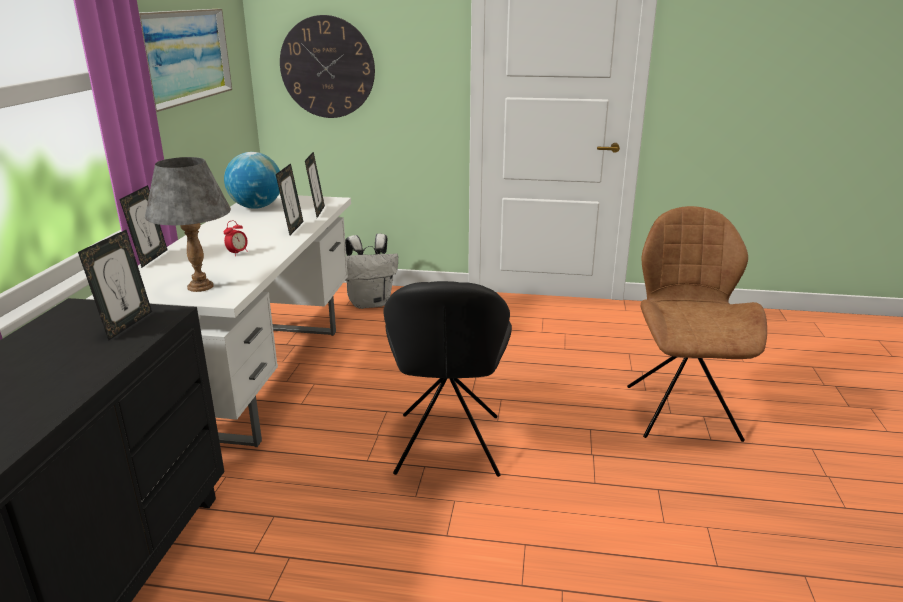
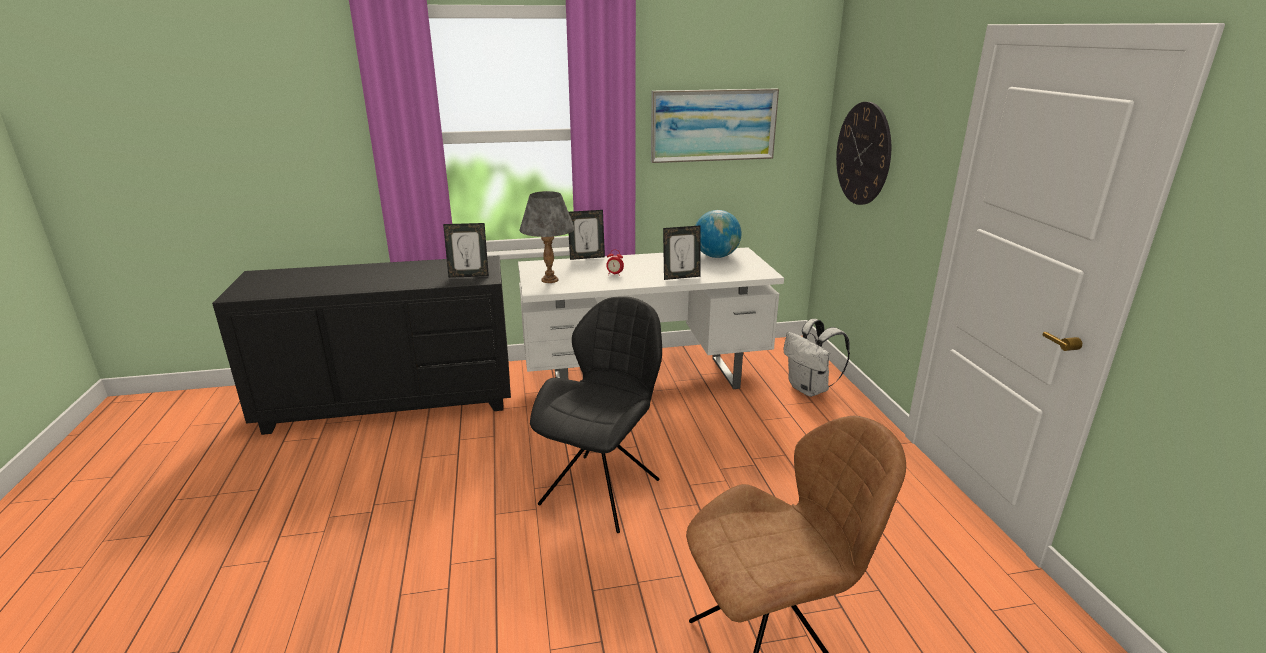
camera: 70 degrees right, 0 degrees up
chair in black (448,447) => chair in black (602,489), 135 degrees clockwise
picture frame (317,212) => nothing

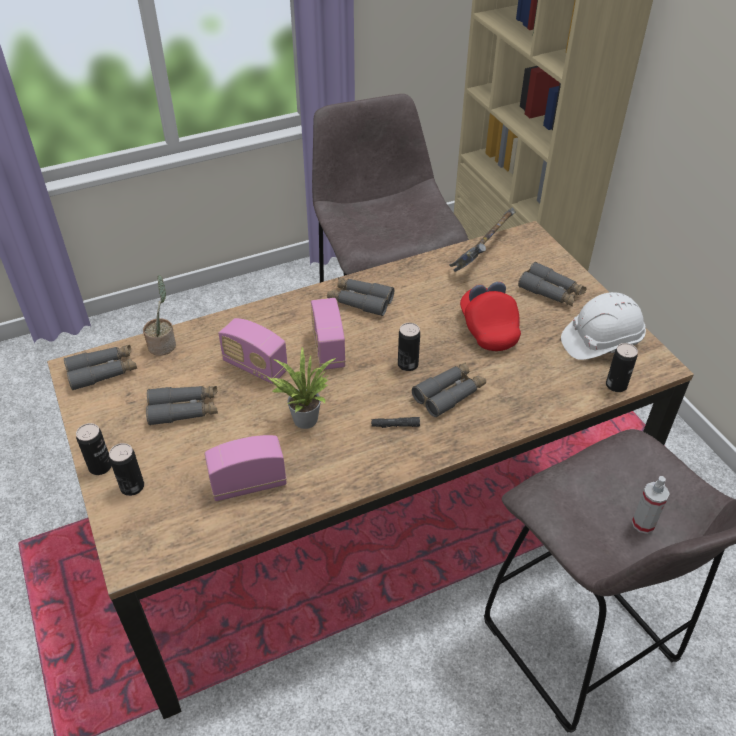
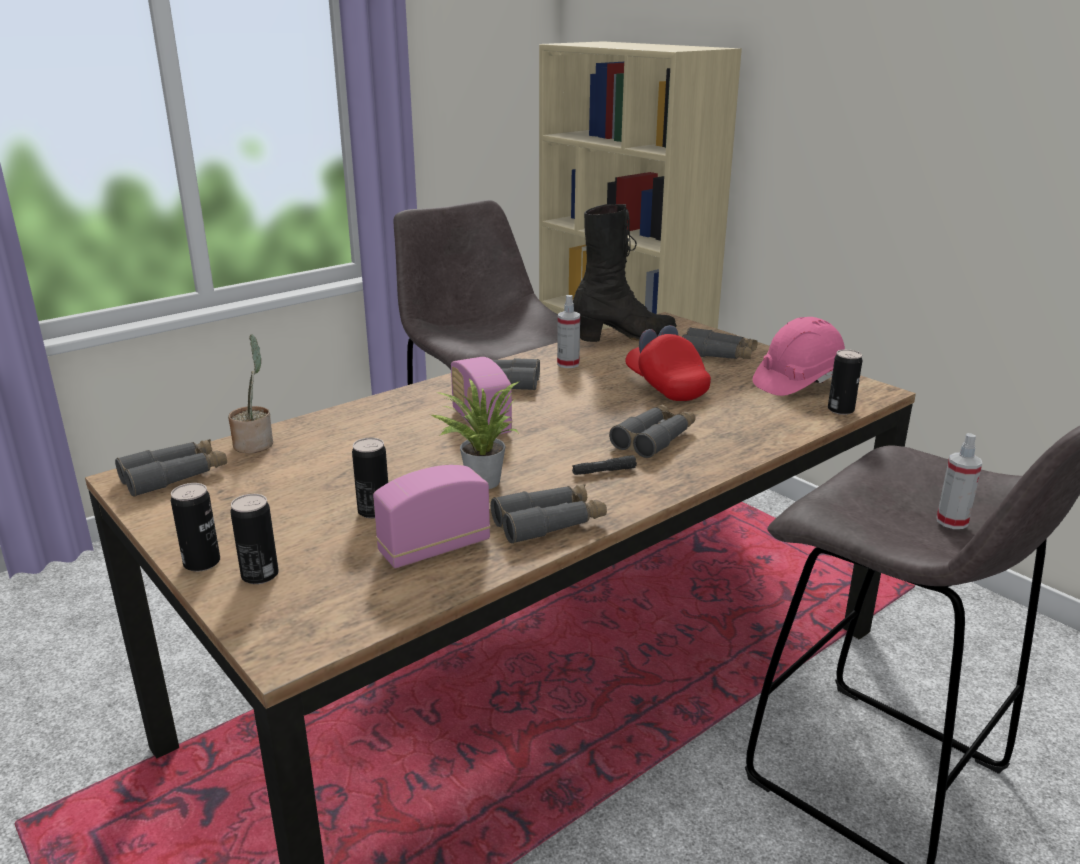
camera: 15 degrees left, 20 degrees down
can (408,364) => can (374,511), moved
binoculars in grey (184,410) => binoculars in grey (549,523), moved
nothing => spray bottle (568,364)
hammer (484,256) => boot in black (625,338)
hard hat in white (601,341) => hard hat in pink (798,381)
radio (255,367) => nothing

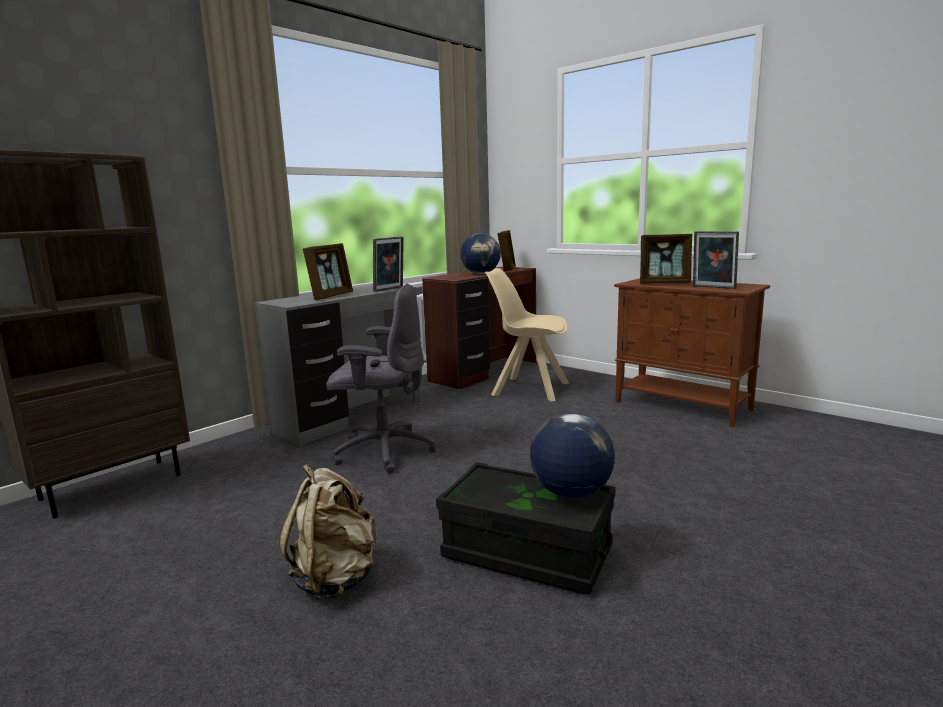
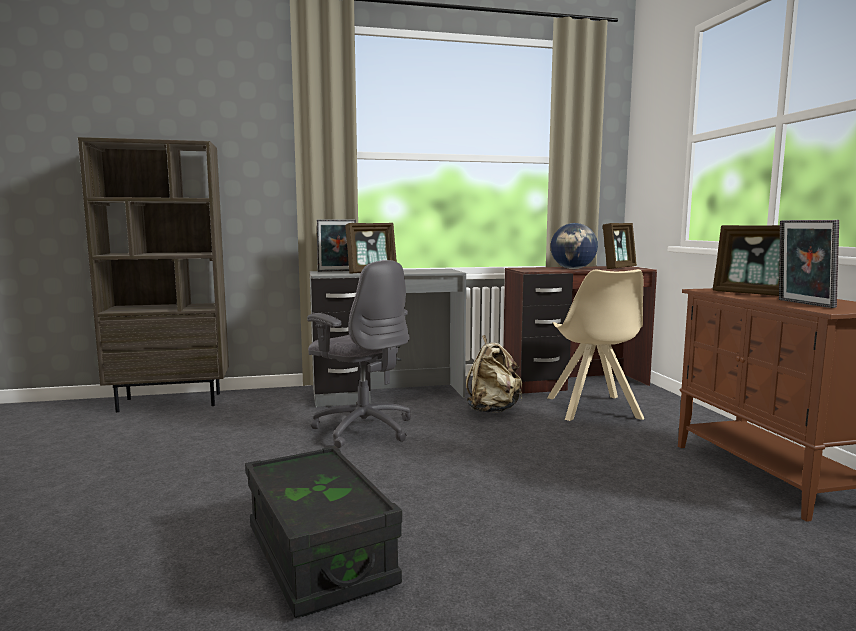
camera: 35 degrees right, 5 degrees down
picture frame (390,289) => picture frame (337,271), moved
backpack in beige (336,578) => backpack in beige (492,410), moved
chair in beige (528,389) => chair in beige (593,409), 150 degrees counterclockwise
globe (570,493) => nothing

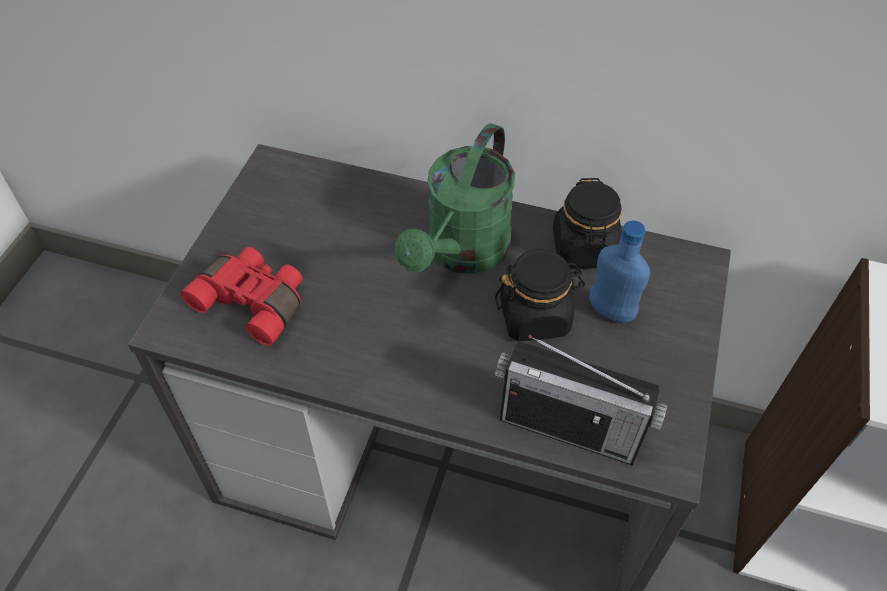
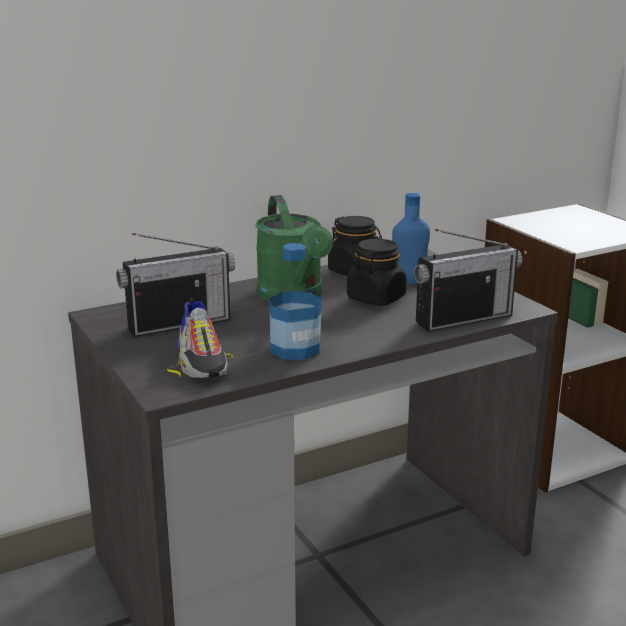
camera: 45 degrees left, 30 degrees down
nothing => radio (179,323)
binoculars in red (254,301) => shoe (201,359)
nothing => bottle (295,349)

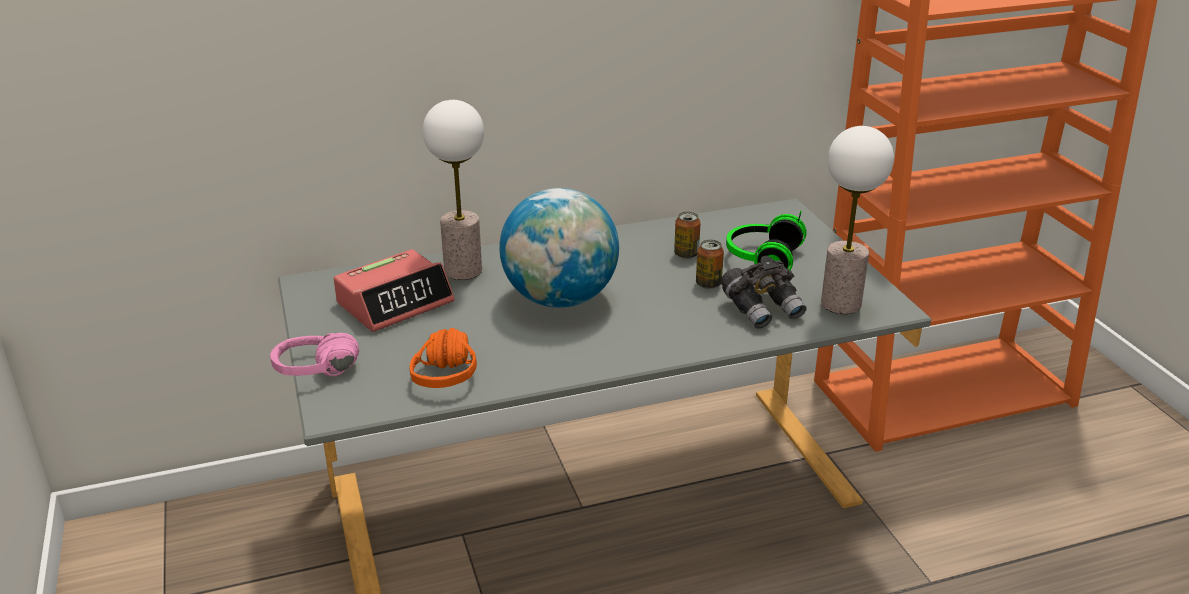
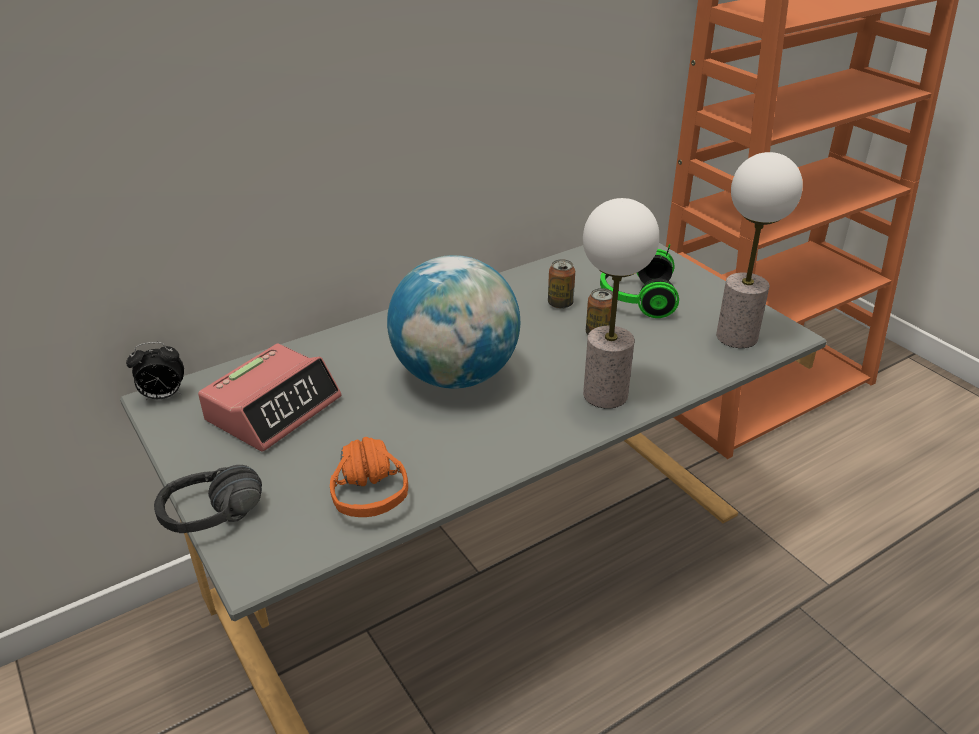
camera: 15 degrees left, 5 degrees up
nothing => alarm clock (163,396)
headphones in pink (317,377) => headphones in black (216,524)
table lamp (463,270) => table lamp (605,394), moved
binoculars in grey (762,309) => nothing

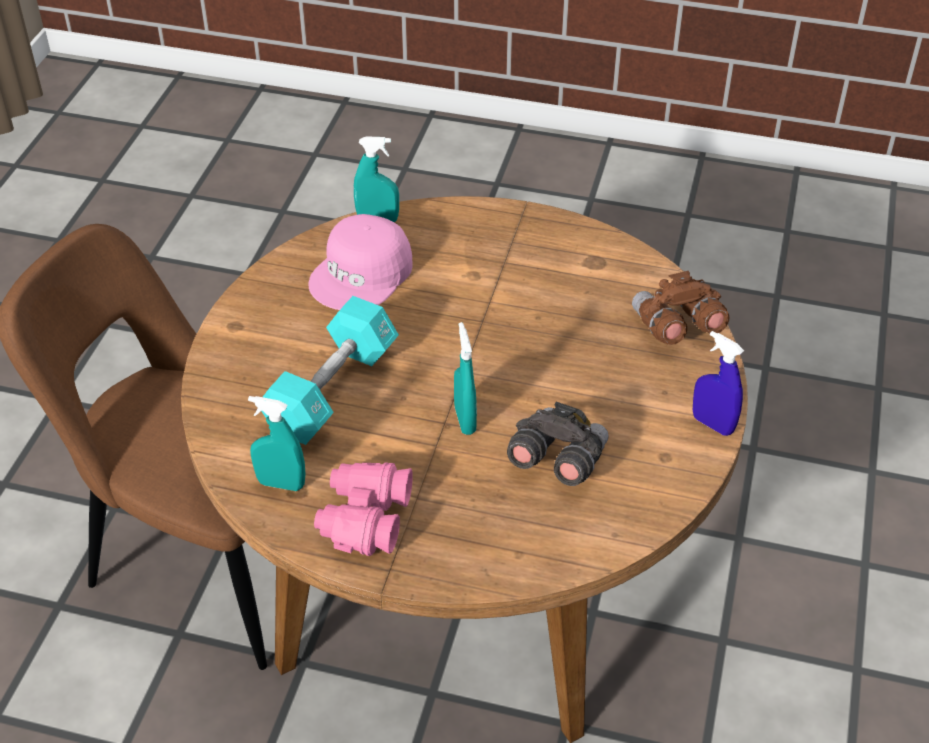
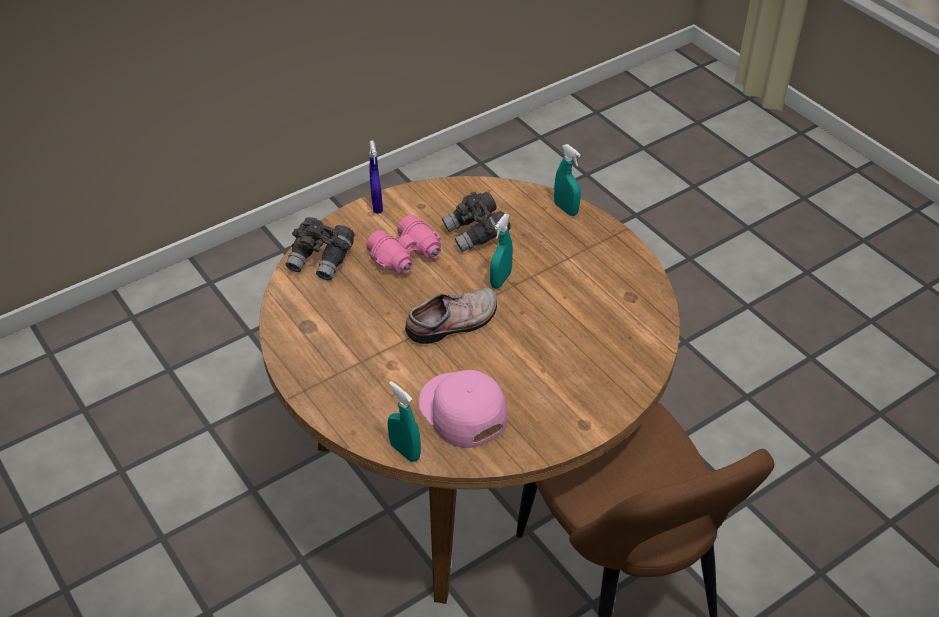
camera: 140 degrees left, 0 degrees up
binoculars in brown (676,327) => binoculars in grey (321,260)
binoculars in pink (364,518) => binoculars in pink (407,256), moved
nothing => shoe (454,323)
cap in pink (363,274) => cap in pink (461,411), 105 degrees counterclockwise
spray bottle in turquoise (281,484) => spray bottle in turquoise (566,209), moved
dumbbell in turquoise (331,390) => nothing

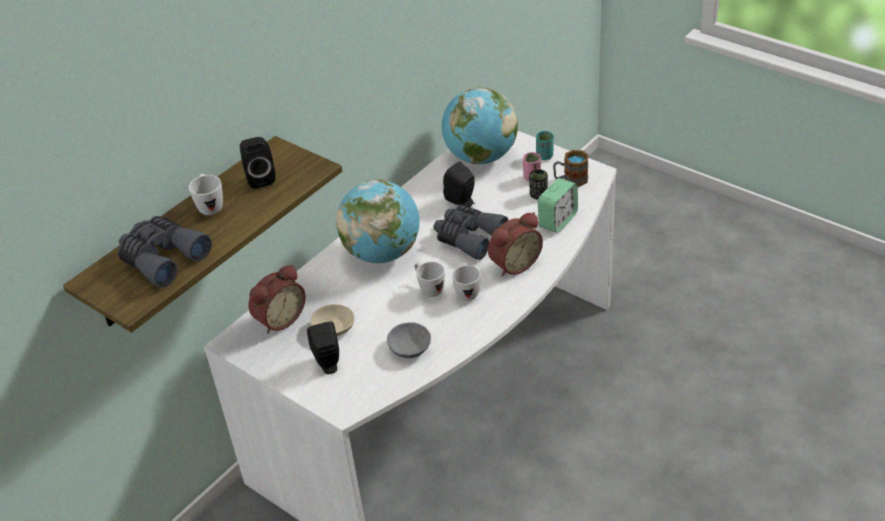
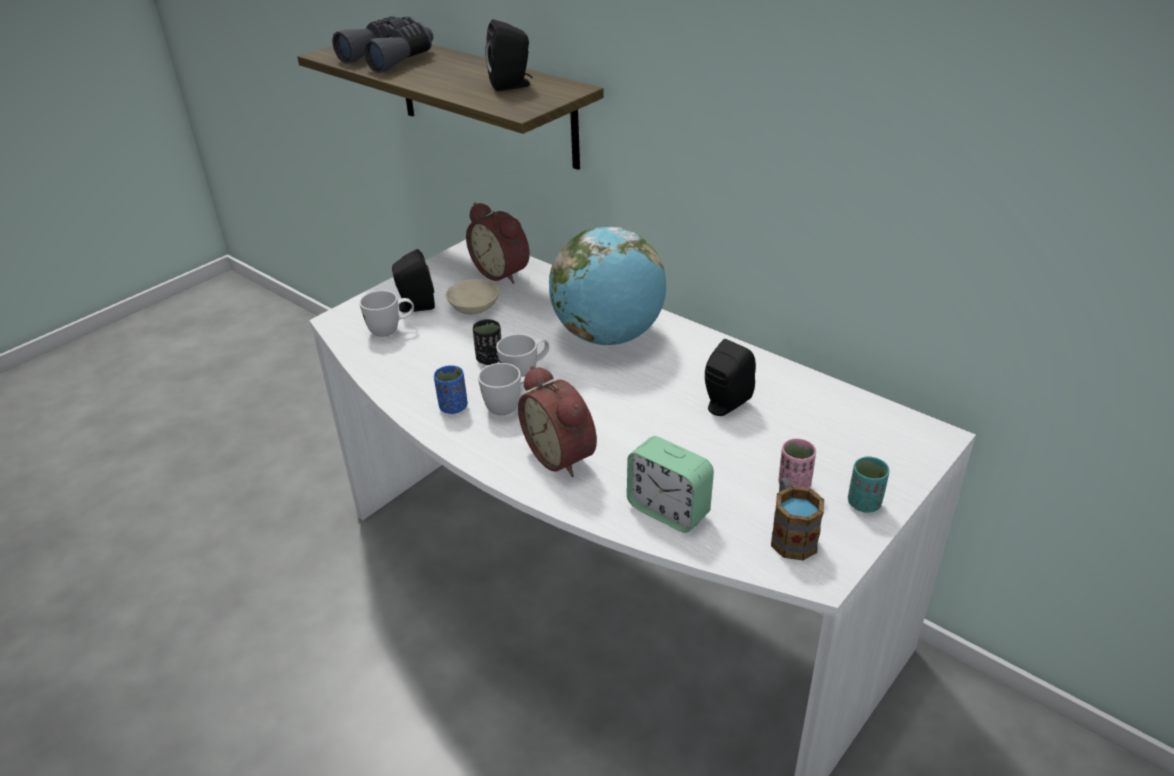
camera: 90 degrees right, 5 degrees down
mug in white (210,206) => mug in white (391,330), moved
nothing => cup in blue (453,407)
cup in black (538,195) => cup in black (489,359), moved
bowl in grey (408,348) => nothing
binoculars in grey (468,237) => nothing
globe (480,157) => nothing

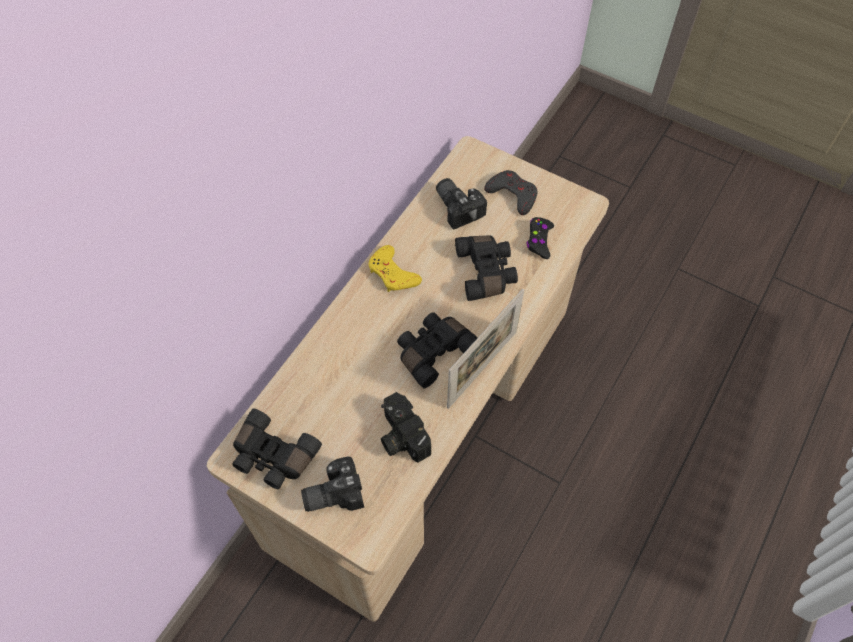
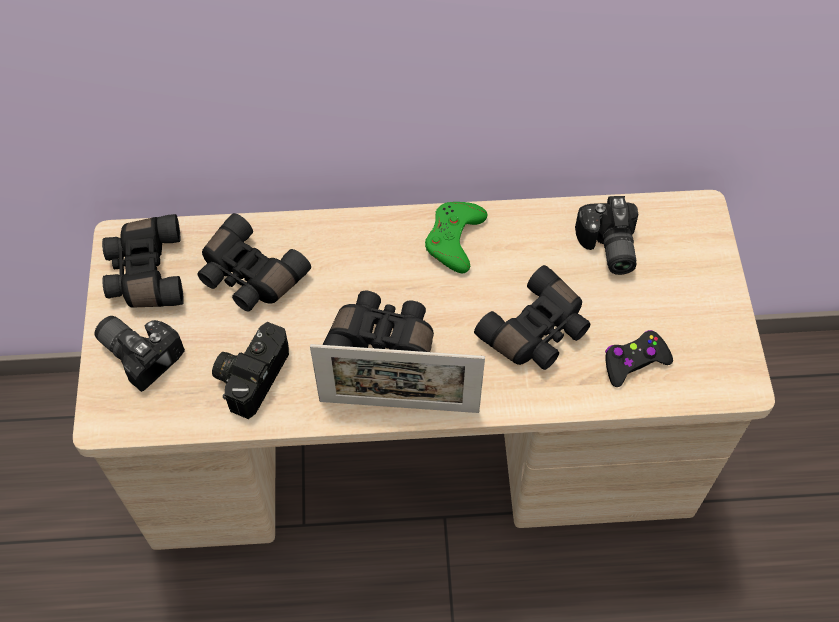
camera: 55 degrees right, 0 degrees up
nothing => binoculars in black (249,276)
game controller in yellow (393,273) => game controller in green (454,239)
photo camera (459,206) => photo camera (607,248), 150 degrees clockwise
game controller in grey (512,194) => nothing

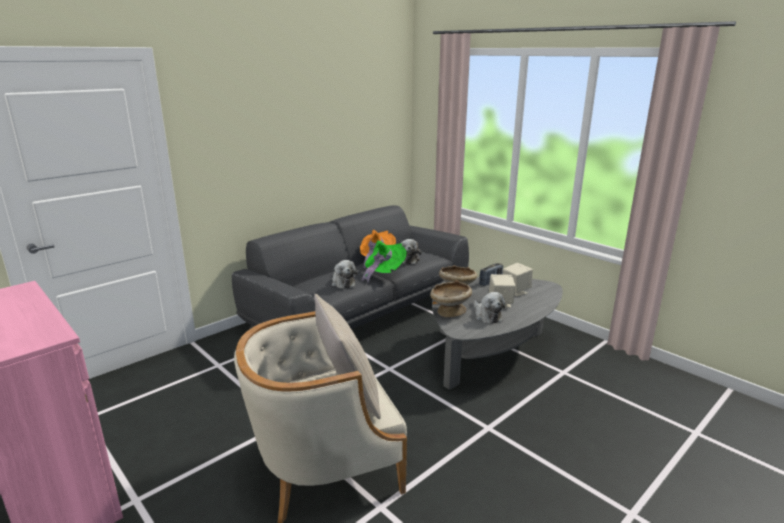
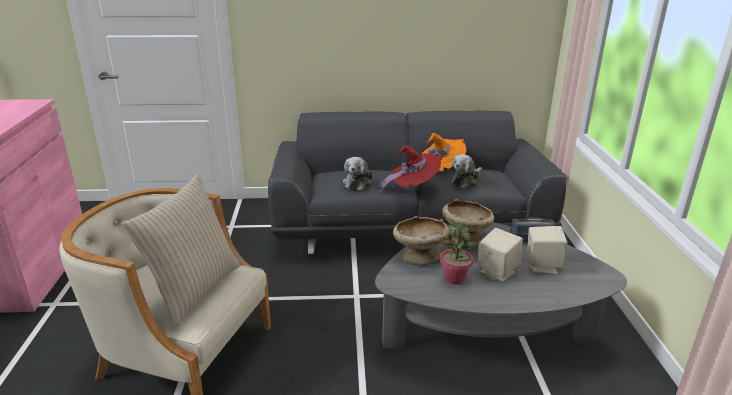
camera: 40 degrees right, 5 degrees up
hat in green (383,273) => hat in red (413,187)
plush toy (487,316) => potted plant (454,279)

